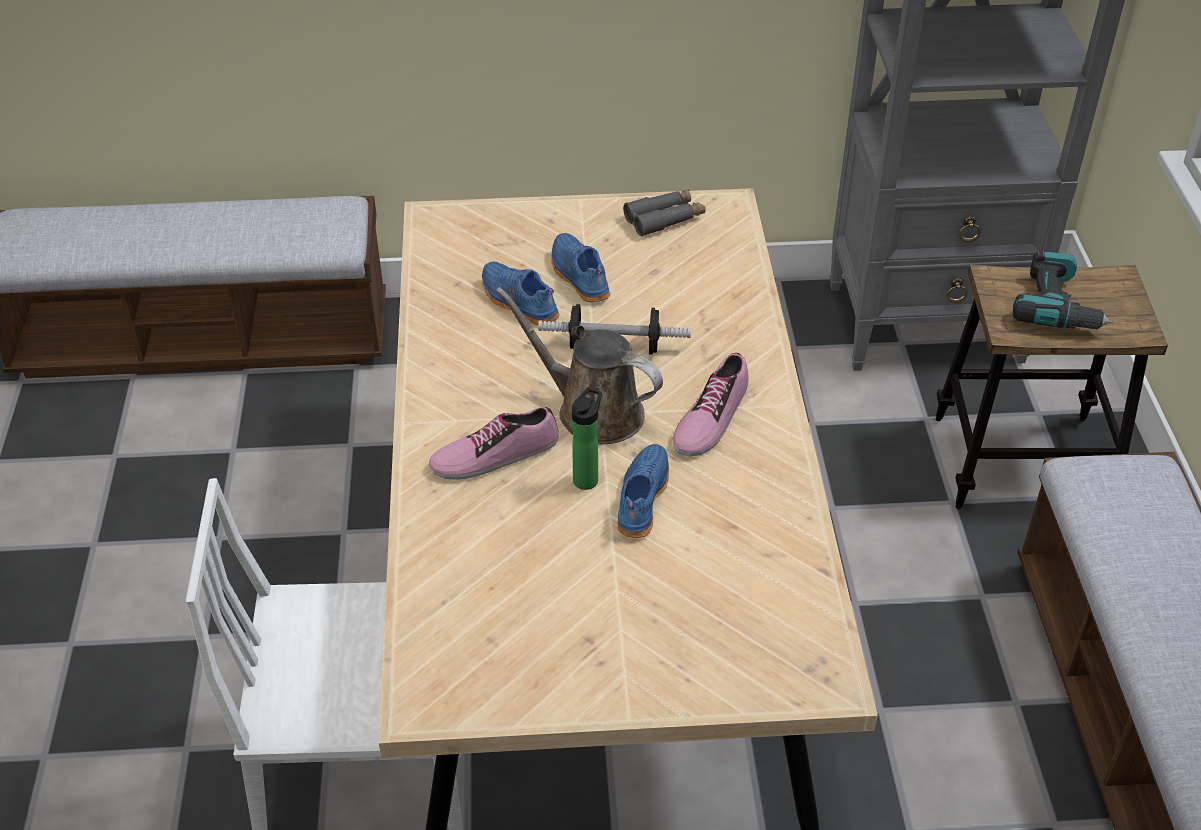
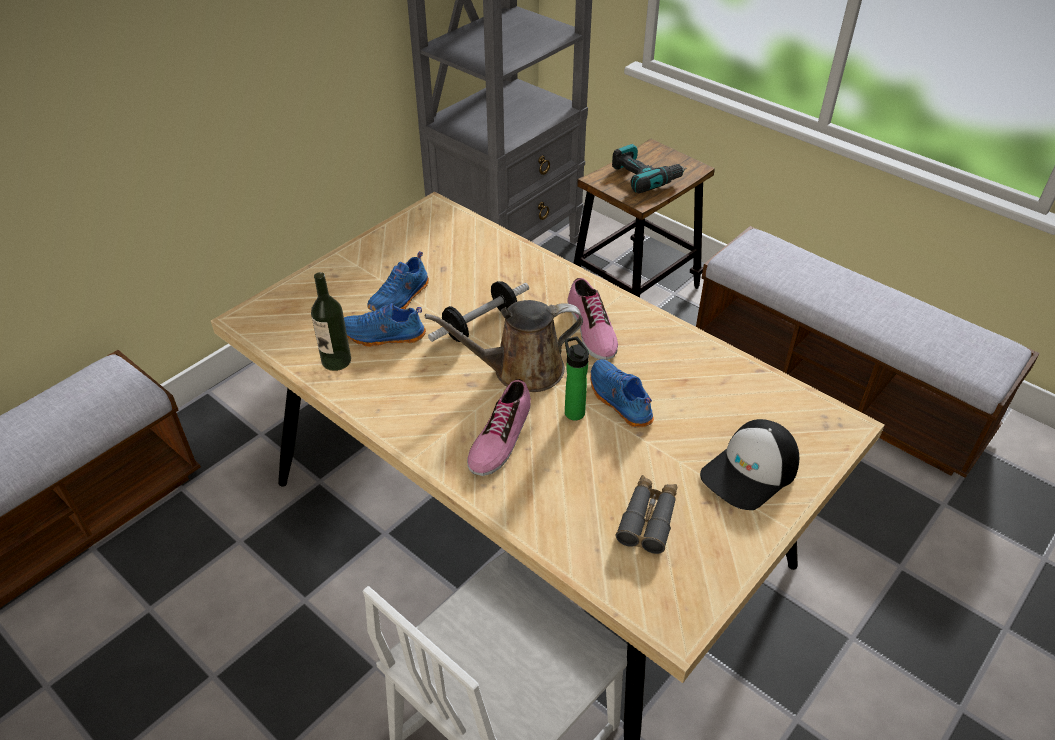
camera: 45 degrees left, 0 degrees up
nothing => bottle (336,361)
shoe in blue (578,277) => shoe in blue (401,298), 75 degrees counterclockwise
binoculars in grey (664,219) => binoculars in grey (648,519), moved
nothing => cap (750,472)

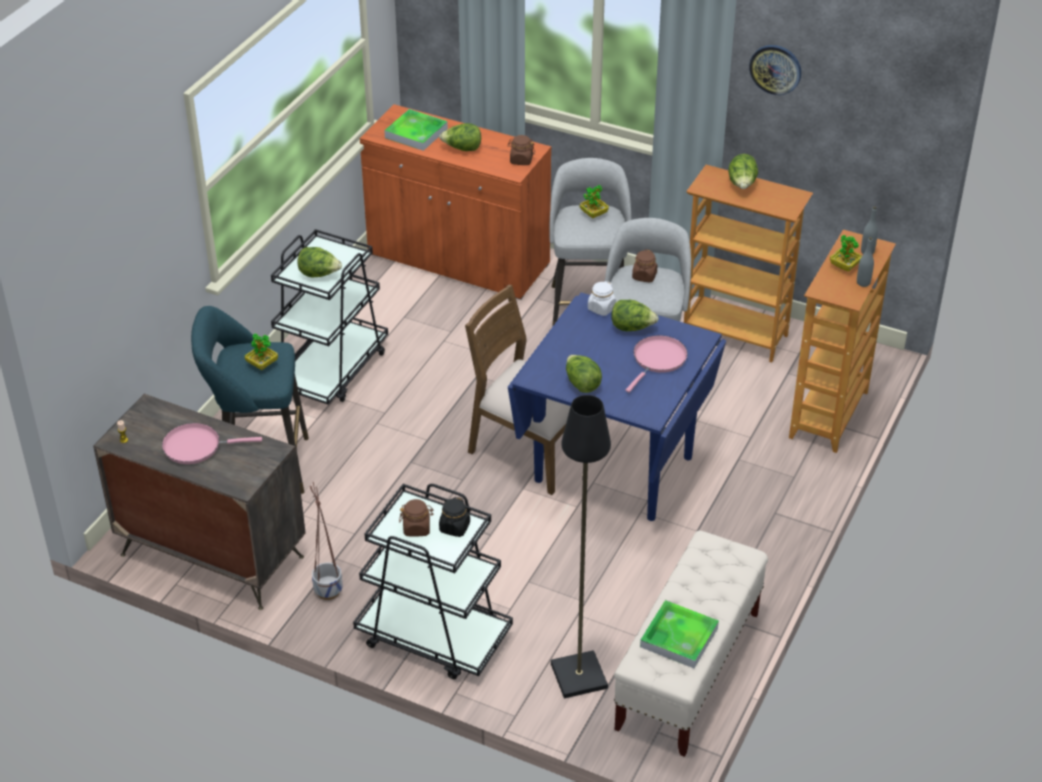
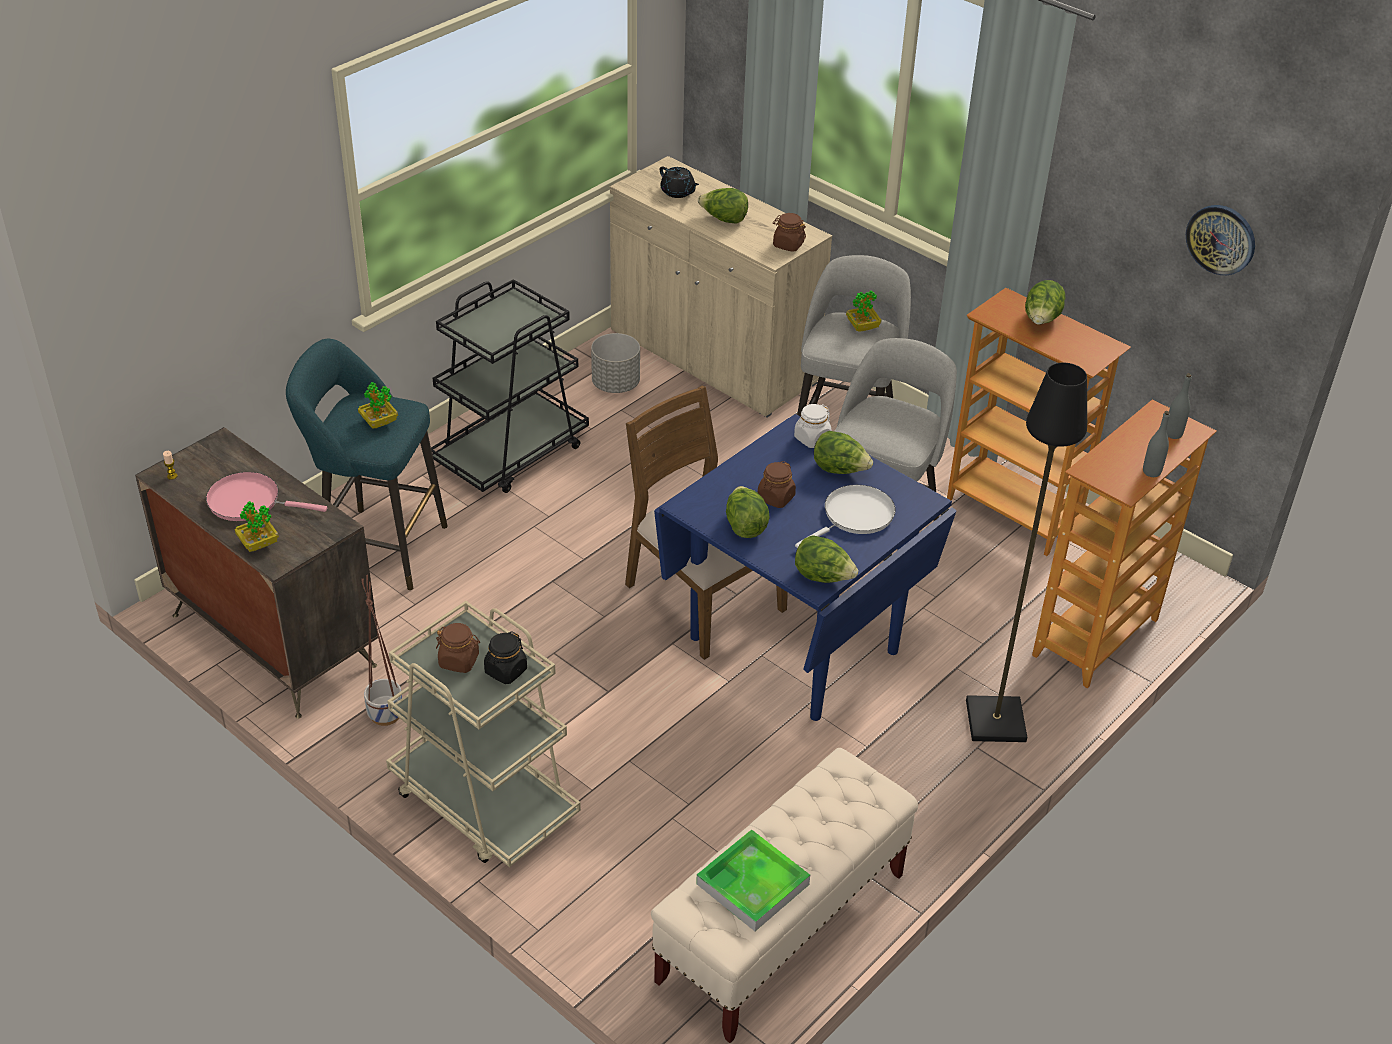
camera: 15 degrees right, 0 degrees up
potted plant (844,266) => potted plant (258,544), moved
cart in black (433,636) => cart in beige (483,802)
nothing => planter in grey (615,384)
cabinet in orange (458,260) => cabinet in beige (713,358)
tray (416,133) => teapot in black (678,192)
jar in brown (644,276) => jar in brown (776,498), moved
frying pan in pink (657,360) => frying pan in white (855,516)
lettuce (319,274) => lettuce (823,577), moved
floor lamp in black (577,675) => floor lamp in black (994,720), moved
wall clock (775,69) => wall clock (1221,239), moved

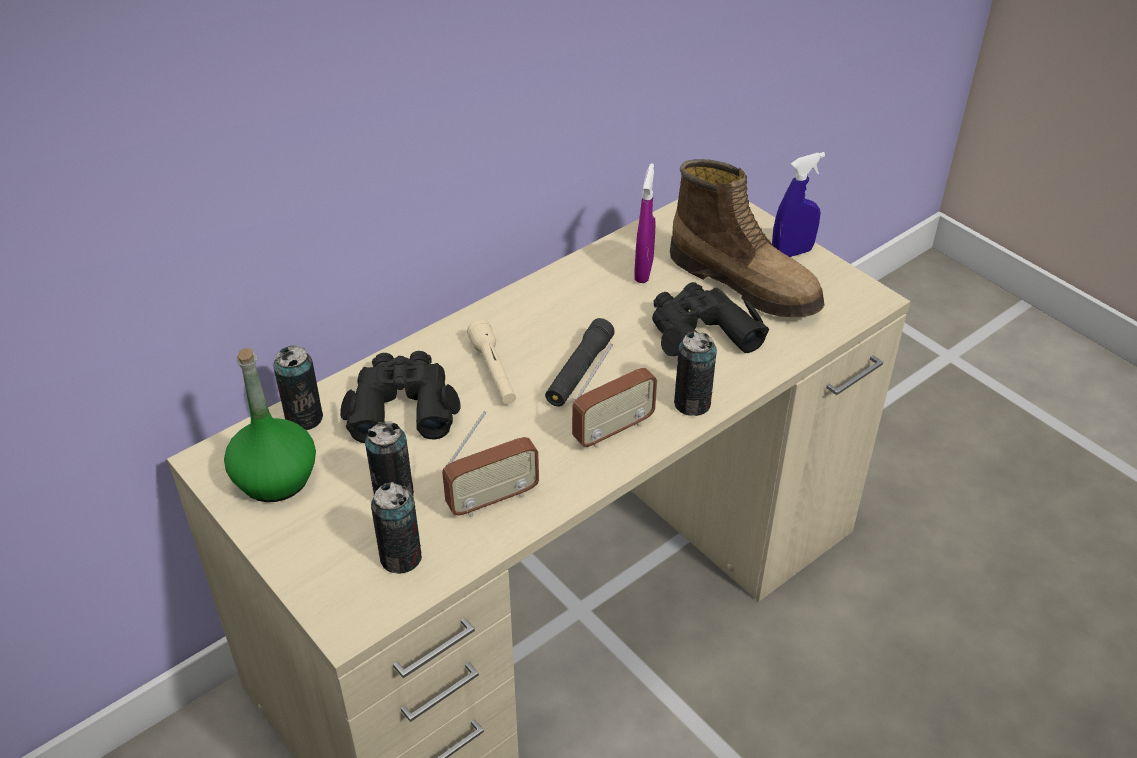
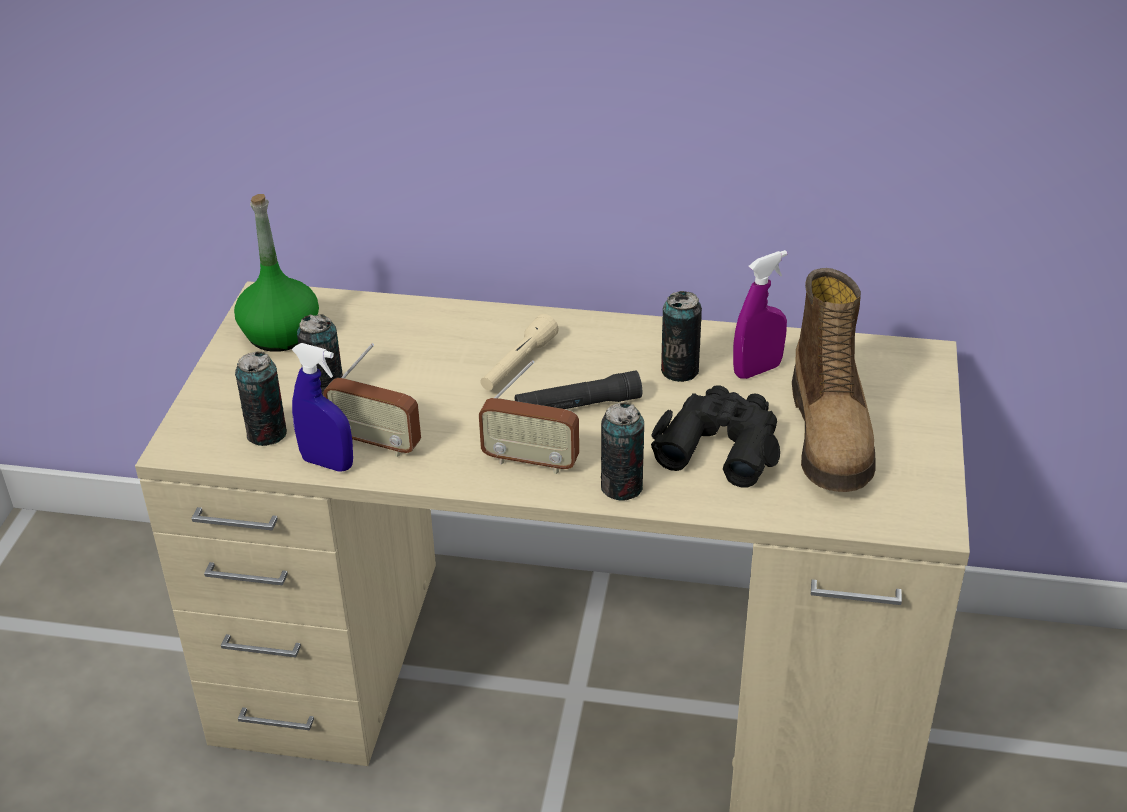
camera: 50 degrees right, 5 degrees down
spray bottle in blue (792,253) => spray bottle in blue (327,463), moved
can (304,418) => can (679,370), moved
binoculars in black (402,405) => nothing

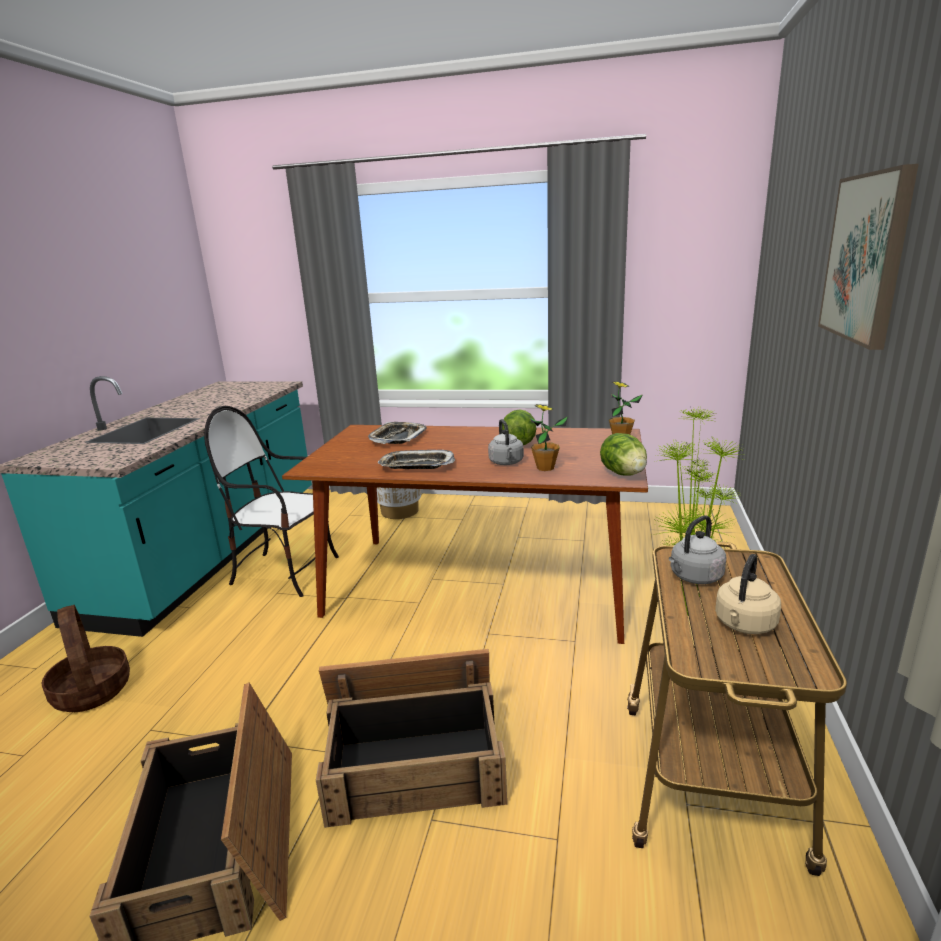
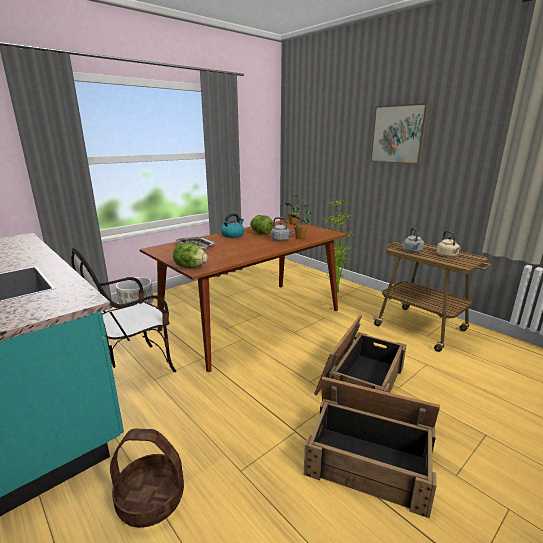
camera: 55 degrees left, 0 degrees up
lettuce (623,474) => lettuce (190,267), moved
nothing => kettle (233,235)
tray (416,465) => nothing

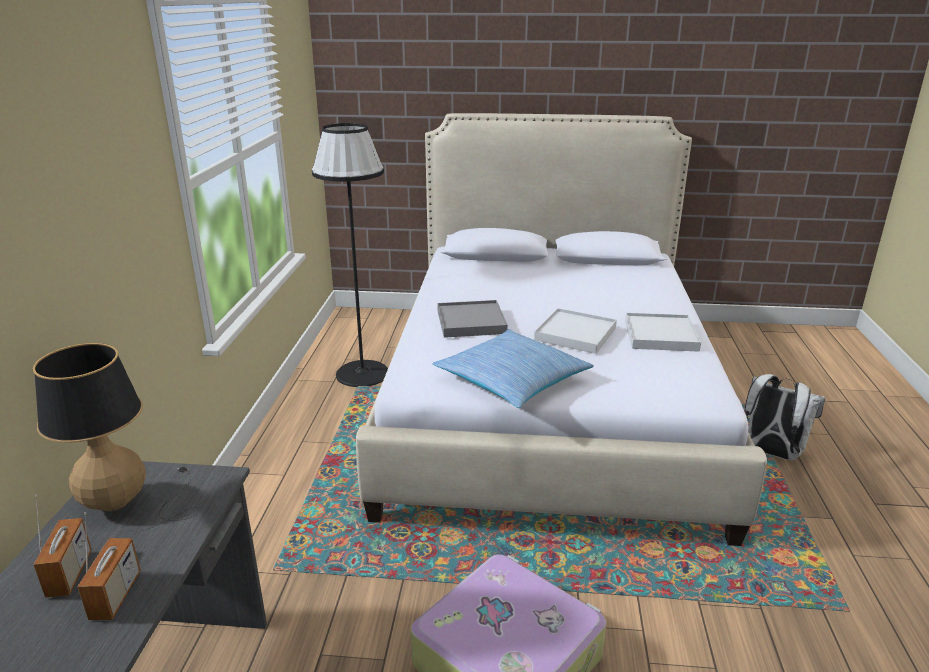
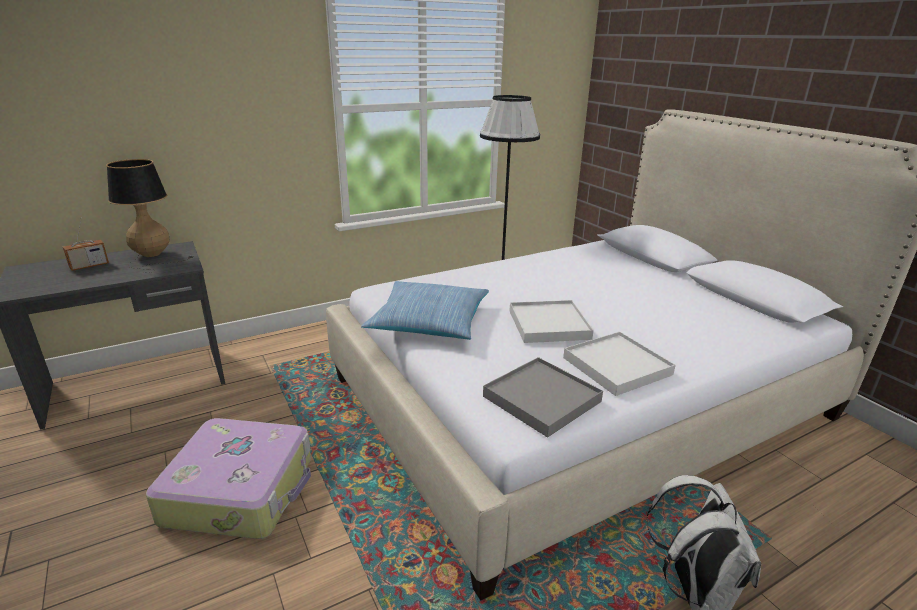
camera: 55 degrees right, 0 degrees up
tray in grey (471,322) => tray in grey (542,399), moved
radio (116,595) => nothing

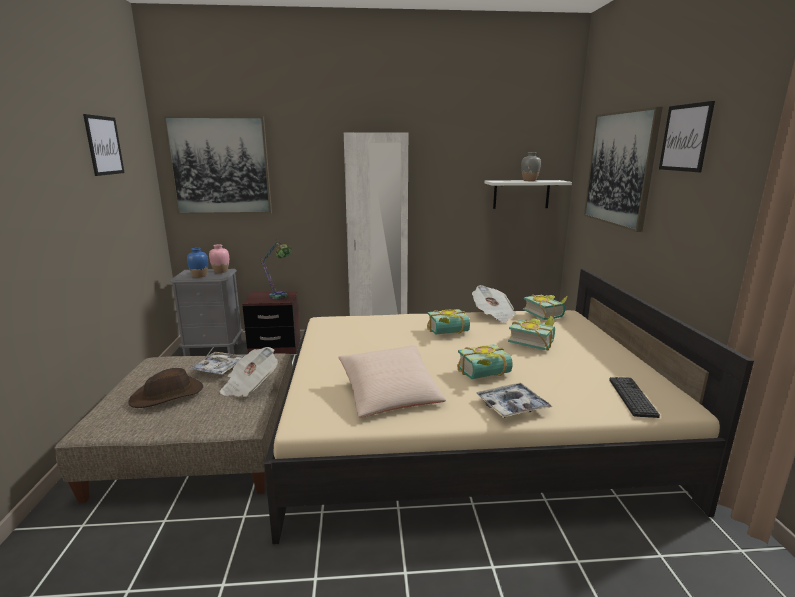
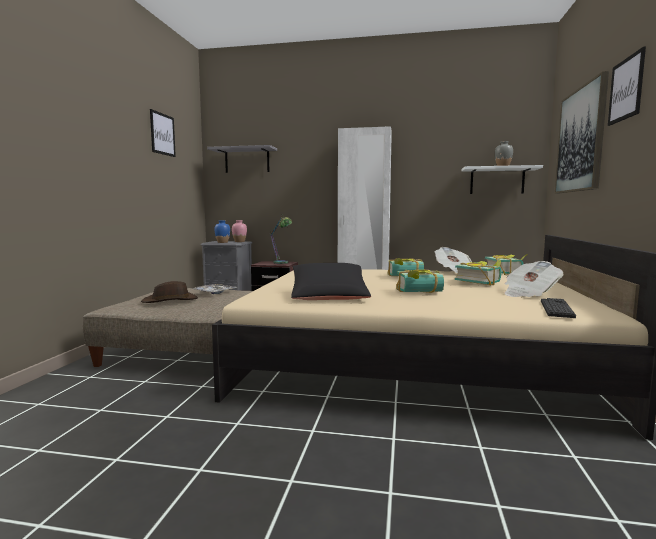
camera: 15 degrees right, 10 degrees down
picture (220,166) => shelf in grey (247,160)
pillow in beige (390,394) => pillow in black (328,295)
newspaper (250,386) => newspaper (529,294), moved
tray (512,406) => nothing

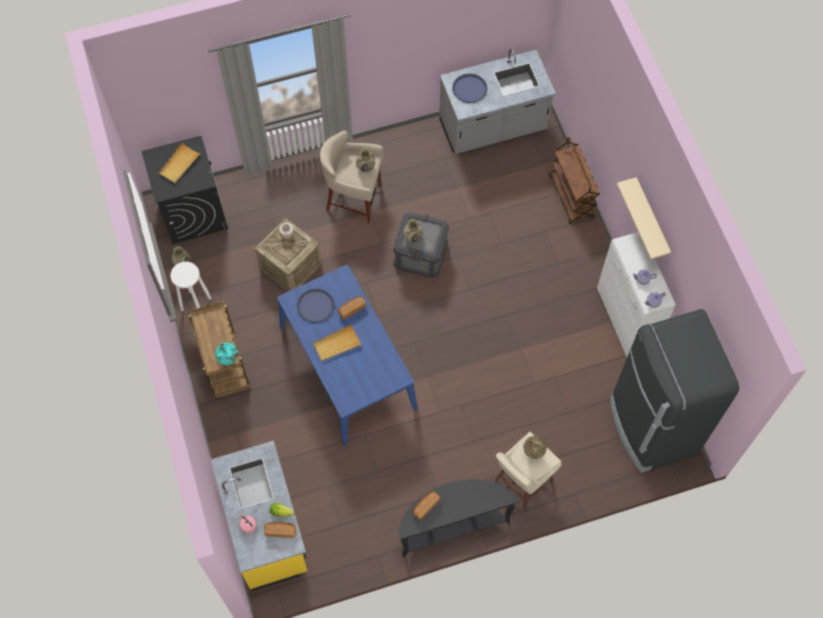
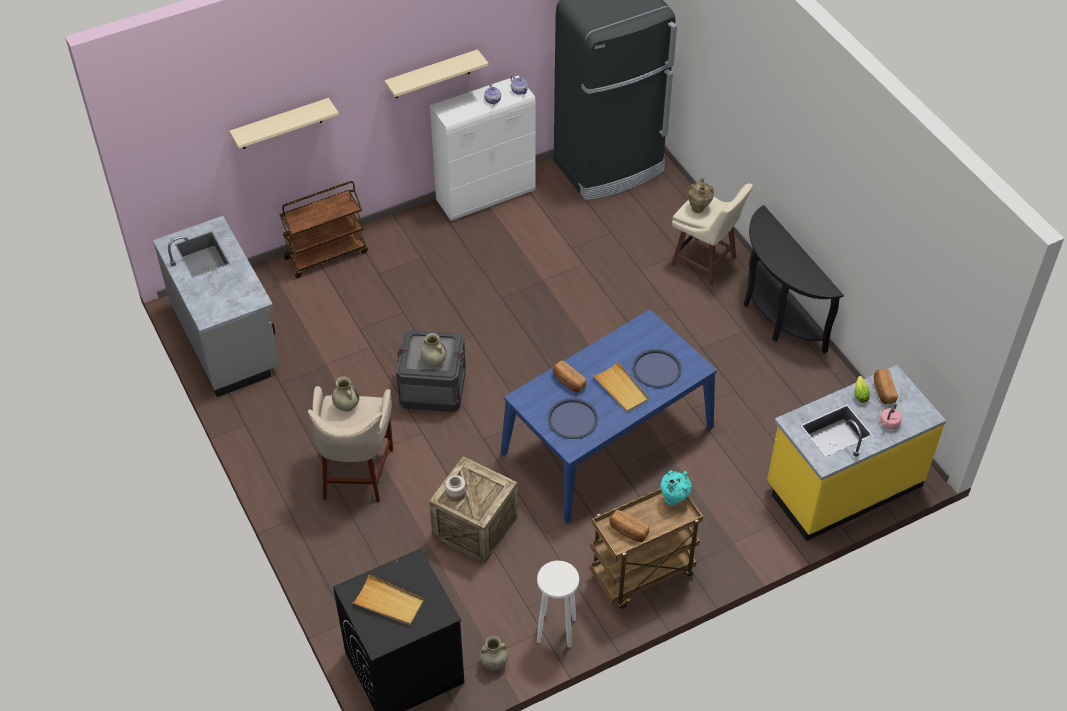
camera: 100 degrees left, 15 degrees down
nothing => shelf in beige (281,124)
bread (425,506) => bread (628,531), moved
tray in blue (469,89) => tray in blue (657,369), moved

